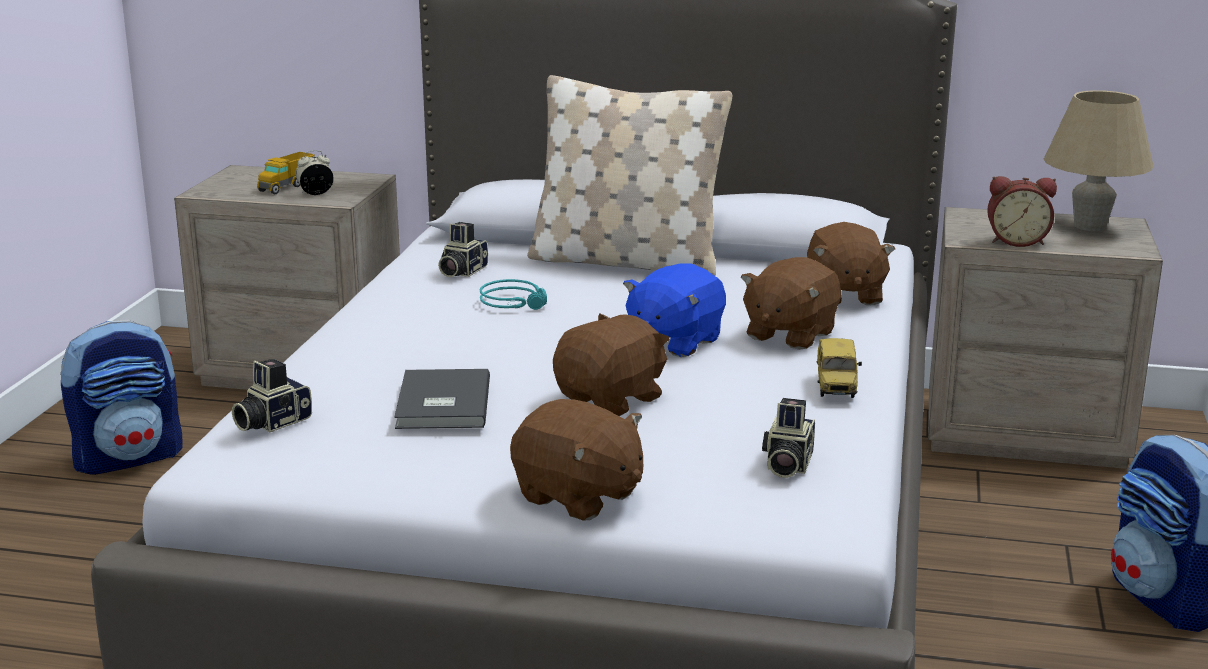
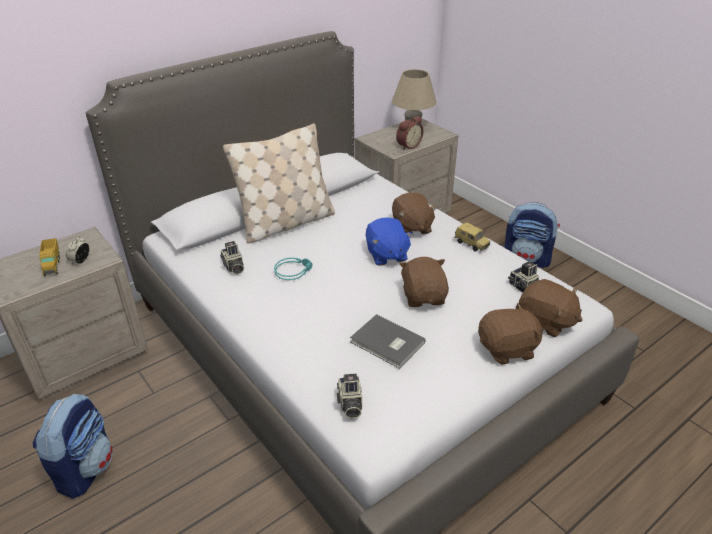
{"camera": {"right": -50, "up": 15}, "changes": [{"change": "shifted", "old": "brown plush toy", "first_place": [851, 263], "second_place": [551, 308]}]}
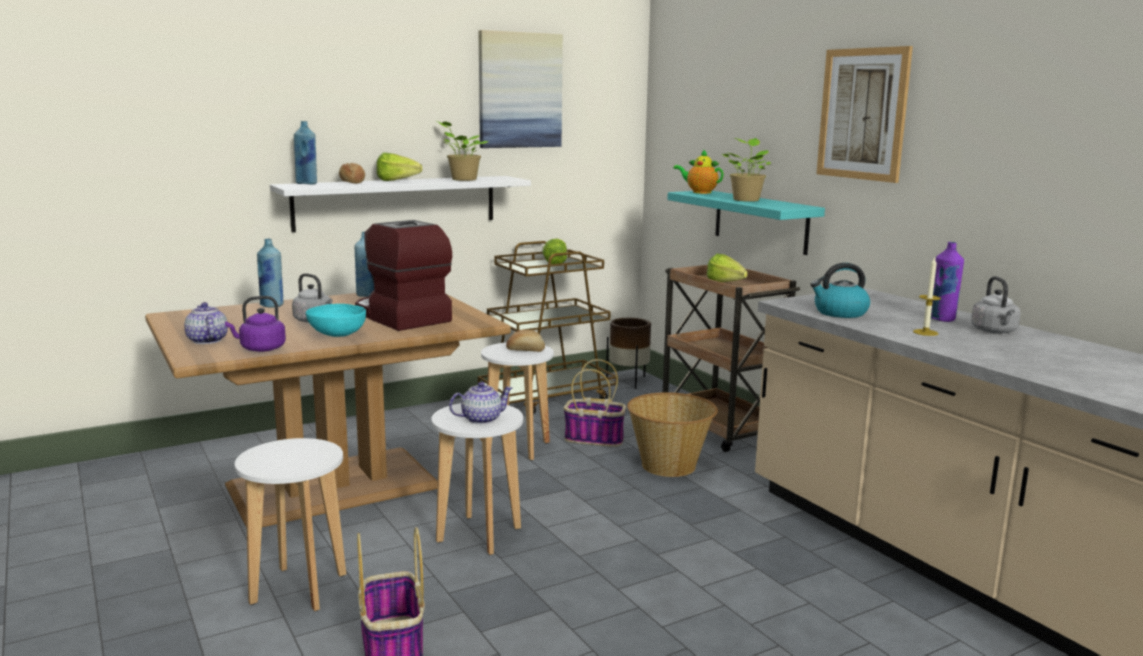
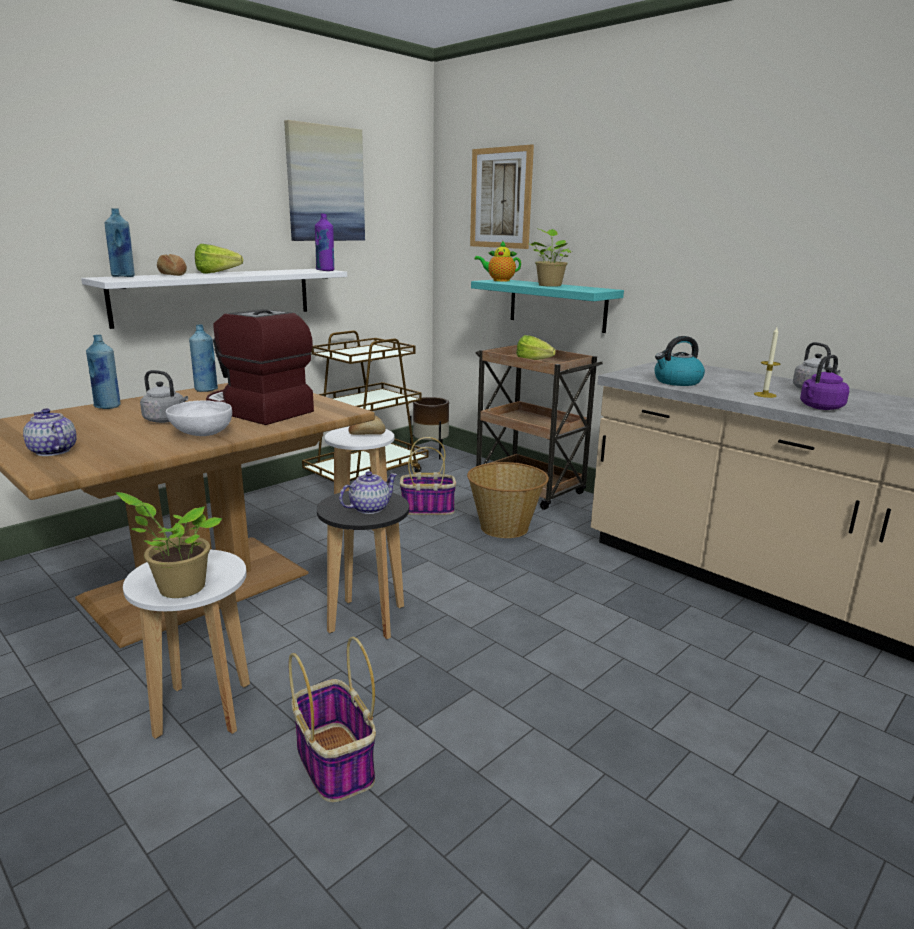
{"camera": {"right": -15, "up": 5}, "changes": [{"change": "shifted", "old": "purple kettle", "first_place": [255, 324], "second_place": [824, 382]}, {"change": "repainted", "old": "turquoise bowl", "new": "white bowl", "first_place": [336, 320], "second_place": [199, 418]}, {"change": "repainted", "old": "white stool", "new": "black stool", "first_place": [477, 479], "second_place": [363, 565]}, {"change": "shifted", "old": "potted plant", "first_place": [463, 151], "second_place": [169, 545]}, {"change": "gone", "old": "lettuce", "first_place": [554, 251]}, {"change": "shifted", "old": "picture", "first_place": [865, 114], "second_place": [502, 196]}, {"change": "shifted", "old": "purple bottle", "first_place": [947, 282], "second_place": [324, 242]}]}
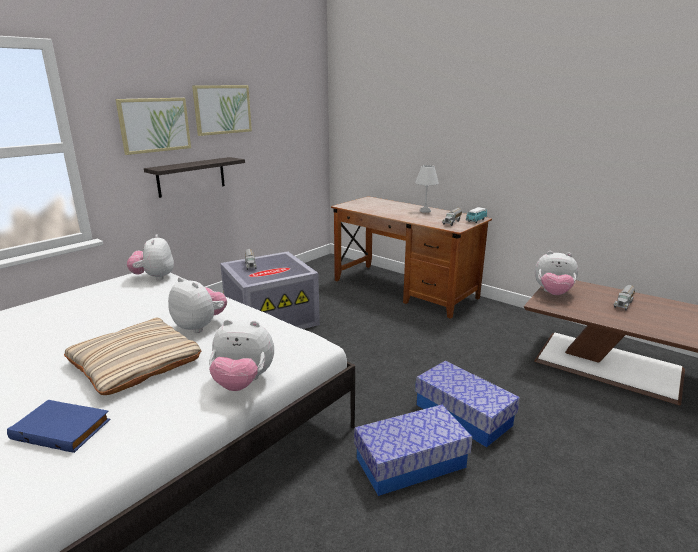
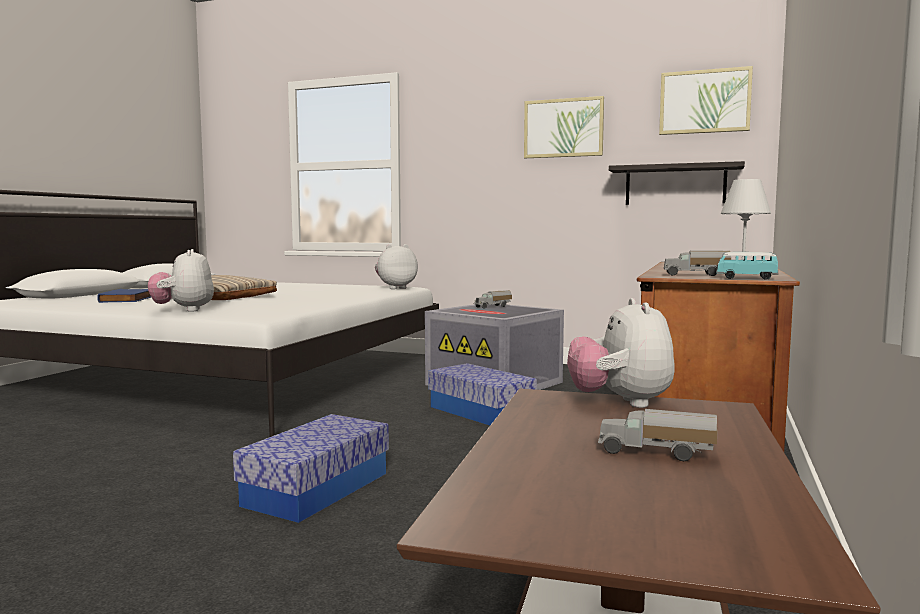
{"camera": {"right": 70, "up": -15}, "changes": [{"change": "shifted", "old": "picture", "first_place": [153, 126], "second_place": [706, 100]}, {"change": "shifted", "old": "shelf", "first_place": [194, 177], "second_place": [677, 183]}, {"change": "gone", "old": "plush toy", "first_place": [197, 305]}, {"change": "shifted", "old": "storage box", "first_place": [413, 450], "second_place": [482, 394]}]}
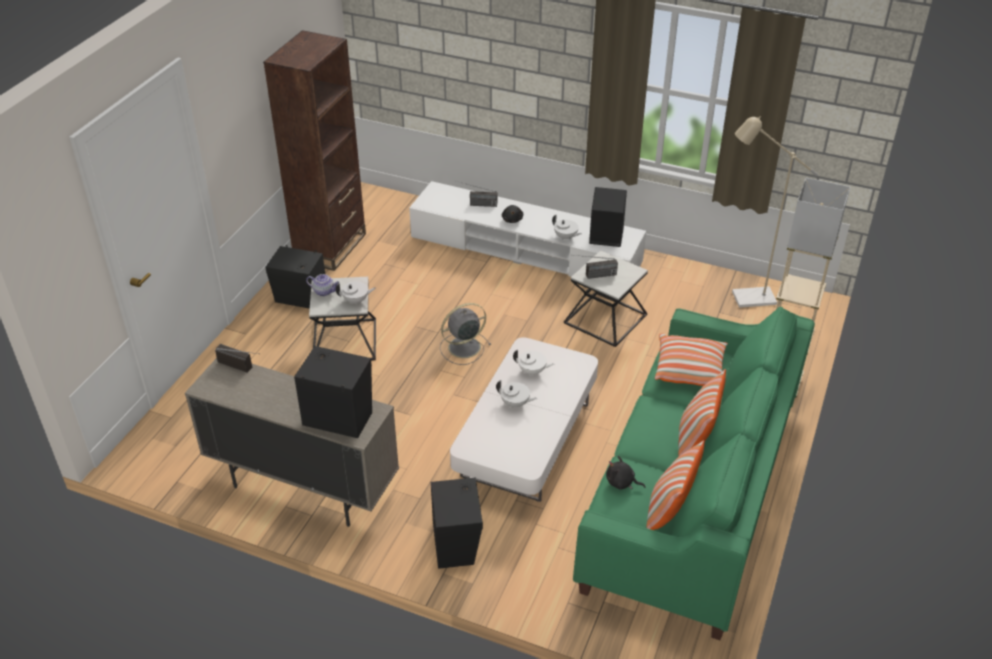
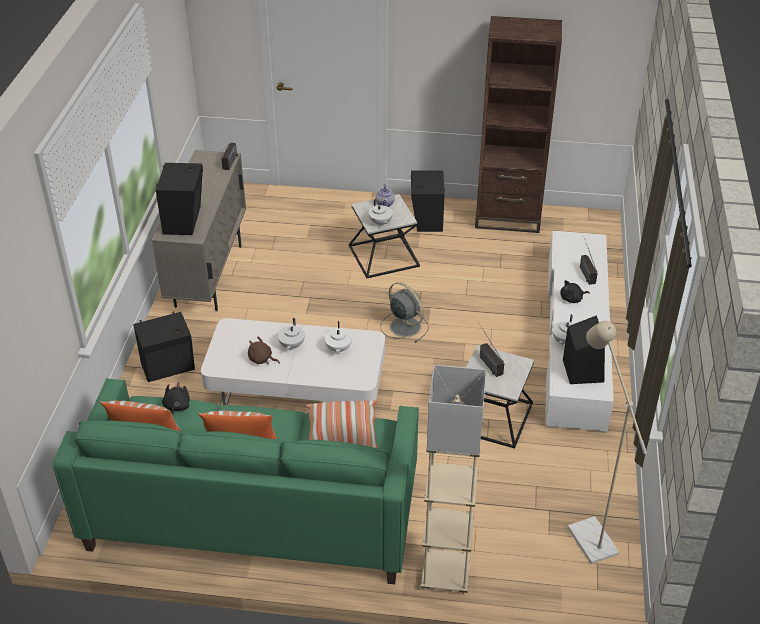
{"camera": {"right": 75, "up": 0}, "changes": [{"change": "new", "new": "brown plush toy", "second_place": [264, 351]}]}
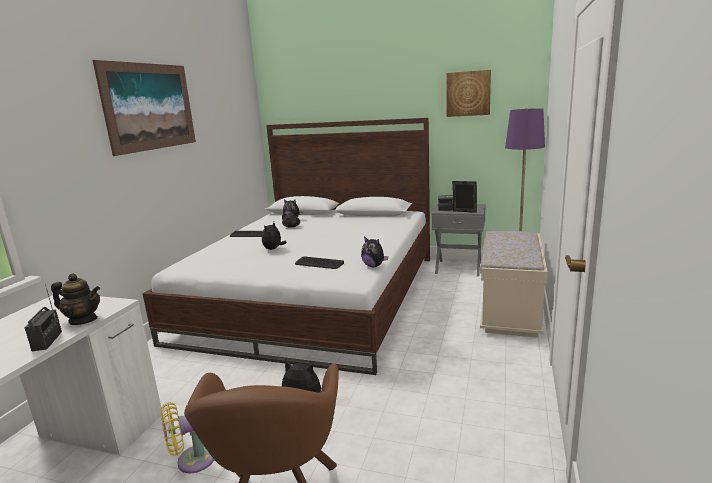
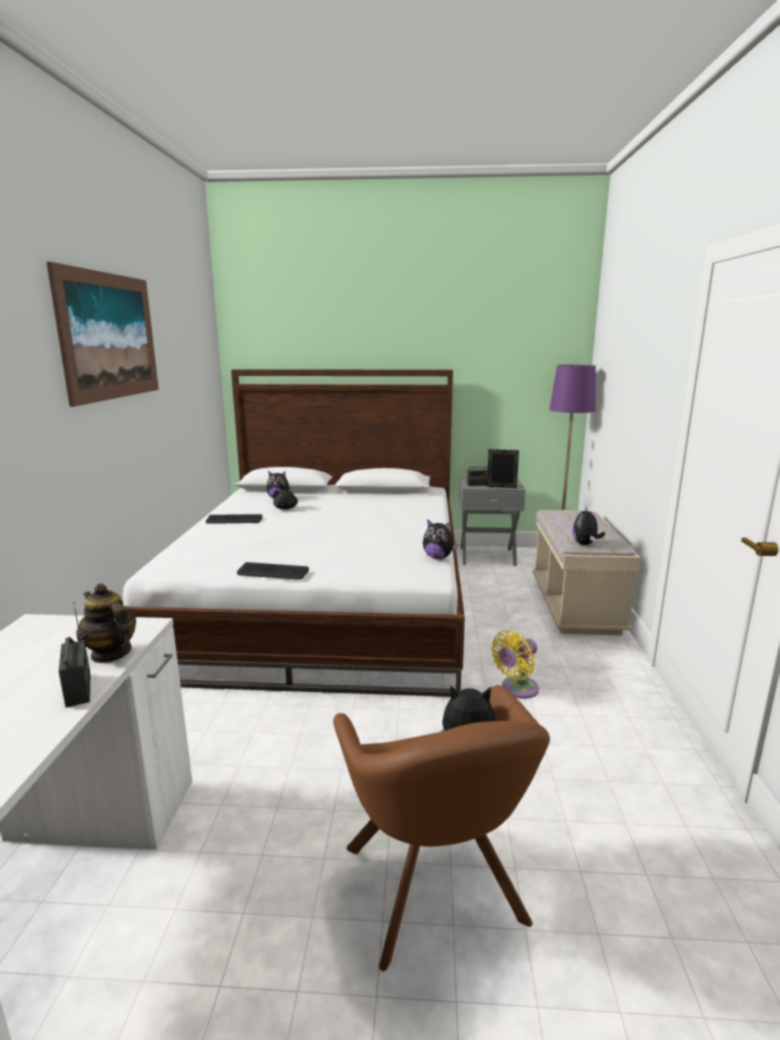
{"camera": {"right": -15, "up": 0}, "changes": [{"change": "rotated", "old": "teapot", "first_place": [75, 299], "second_place": [106, 623], "degrees": -135}, {"change": "shifted", "old": "yellow fan", "first_place": [187, 437], "second_place": [515, 664]}, {"change": "shifted", "old": "plush toy", "first_place": [274, 236], "second_place": [588, 526]}, {"change": "shifted", "old": "keyboard", "first_place": [319, 262], "second_place": [273, 570]}, {"change": "gone", "old": "picture", "first_place": [468, 93]}]}
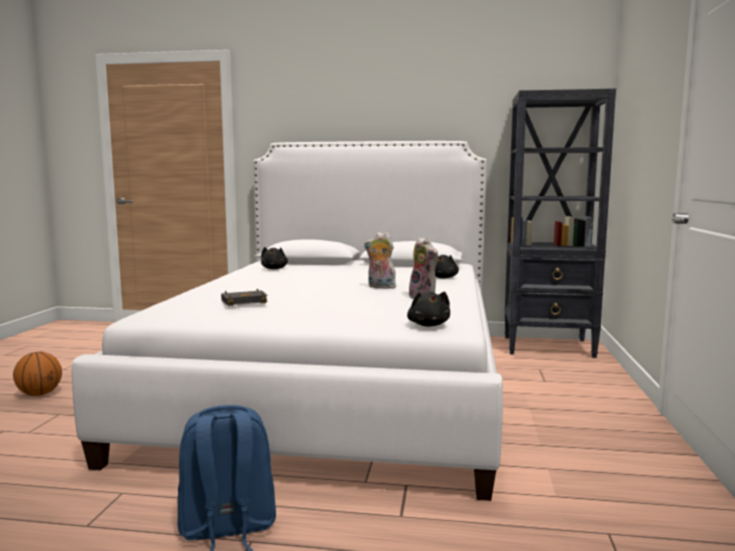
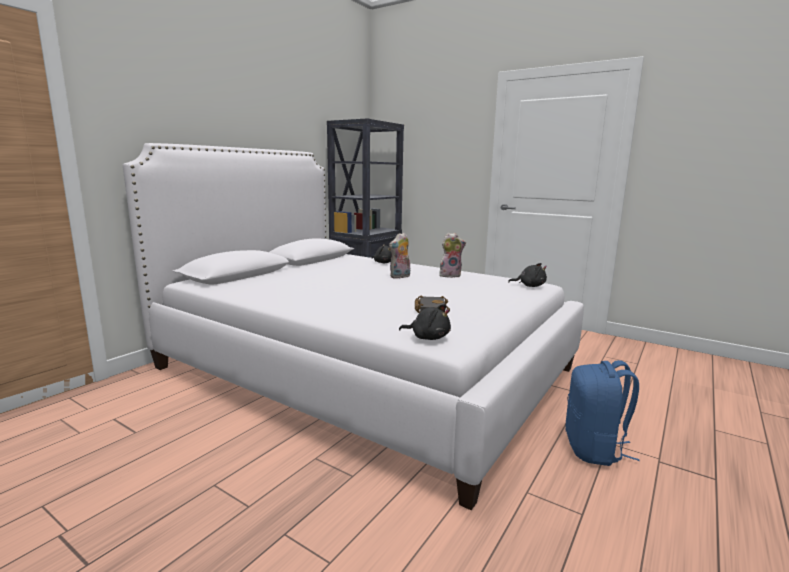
{"camera": {"right": -65, "up": 5}, "changes": [{"change": "gone", "old": "basketball", "first_place": [37, 374]}, {"change": "shifted", "old": "black plush toy", "first_place": [274, 258], "second_place": [425, 322]}]}
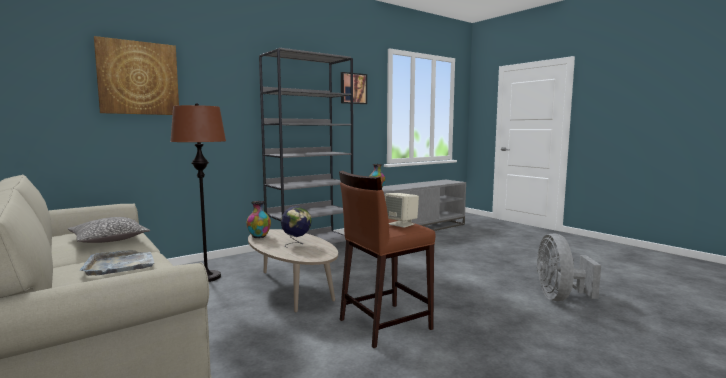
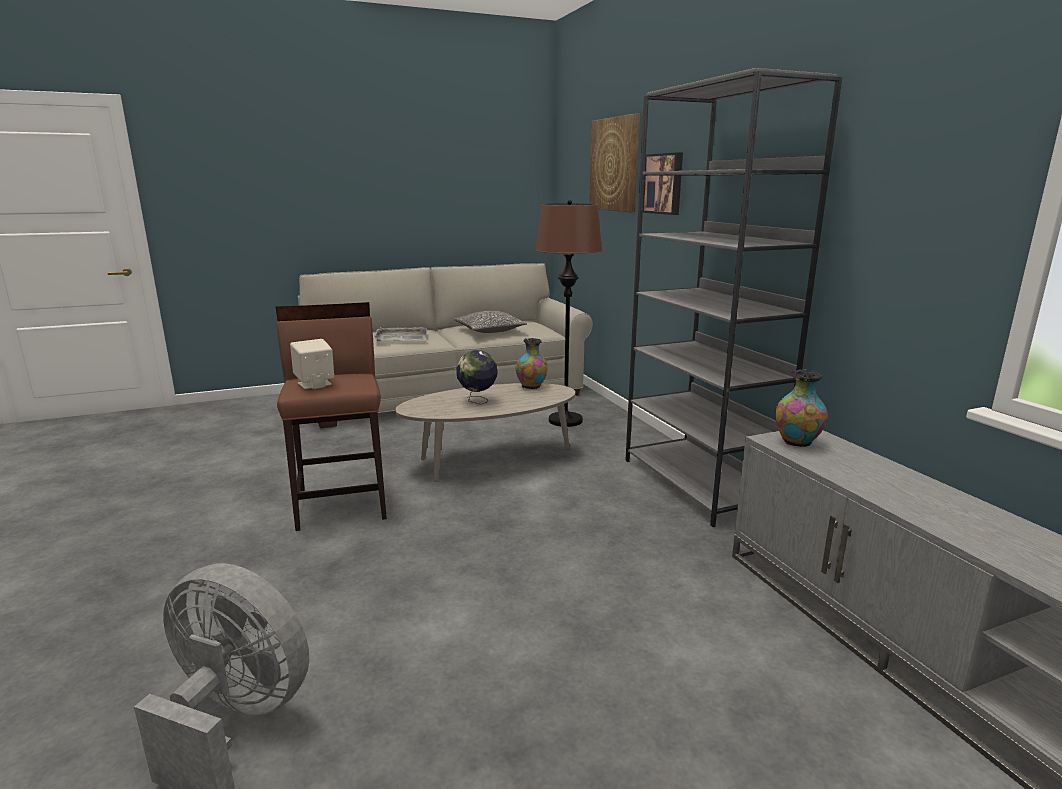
{"camera": {"right": 105, "up": 10}, "changes": [{"change": "shifted", "old": "picture", "first_place": [354, 88], "second_place": [663, 183]}]}
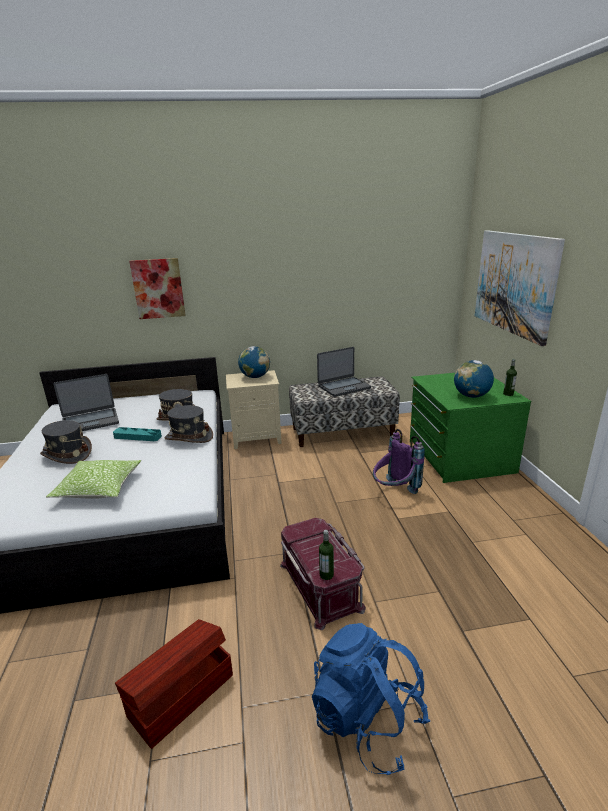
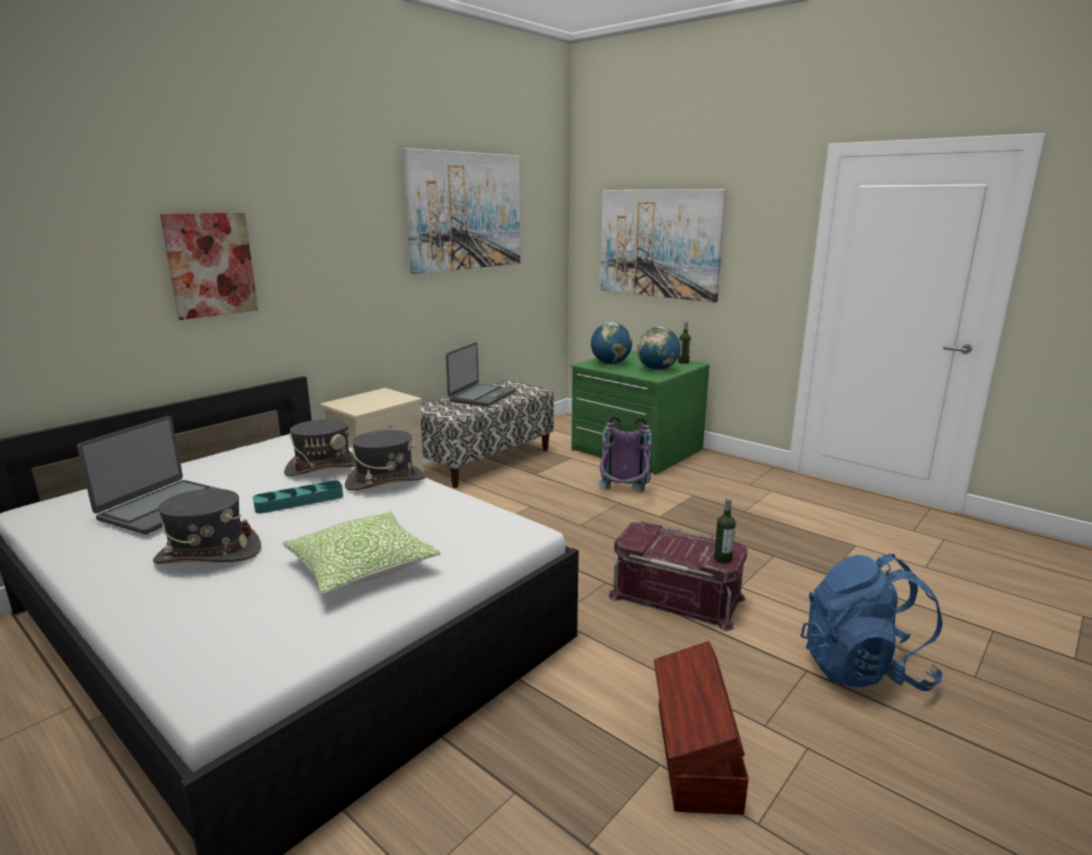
{"camera": {"right": -40, "up": -5}, "changes": [{"change": "shifted", "old": "globe", "first_place": [254, 362], "second_place": [611, 343]}, {"change": "new", "new": "picture", "second_place": [461, 211]}]}
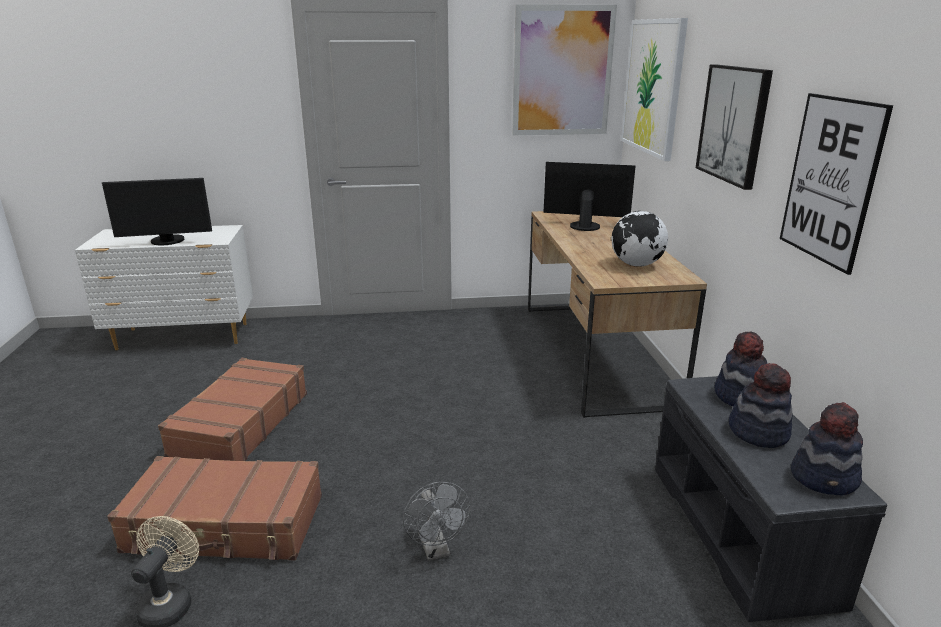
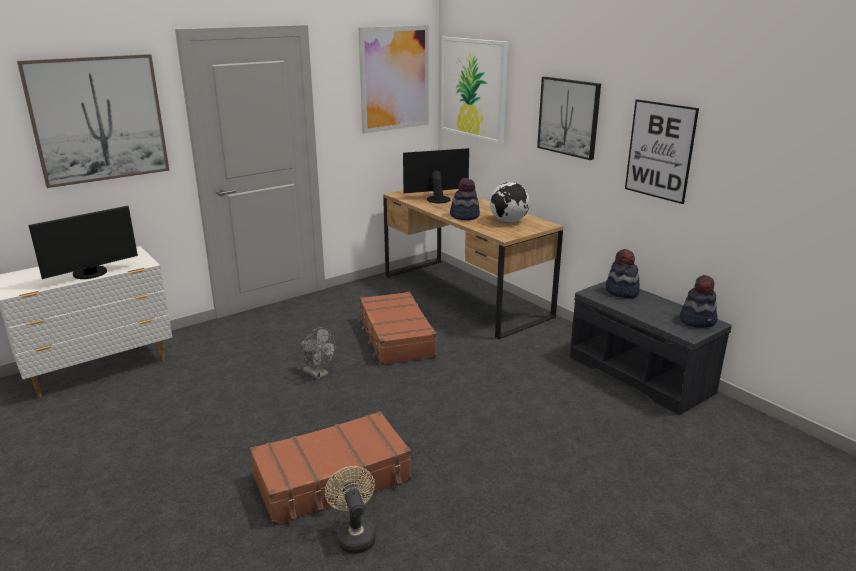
{"camera": {"right": -30, "up": 0}, "changes": [{"change": "shifted", "old": "brown suitcase", "first_place": [232, 409], "second_place": [397, 328]}, {"change": "shifted", "old": "grey fan", "first_place": [436, 521], "second_place": [318, 353]}, {"change": "shifted", "old": "hat", "first_place": [761, 405], "second_place": [465, 199]}, {"change": "new", "new": "picture", "second_place": [93, 121]}]}
